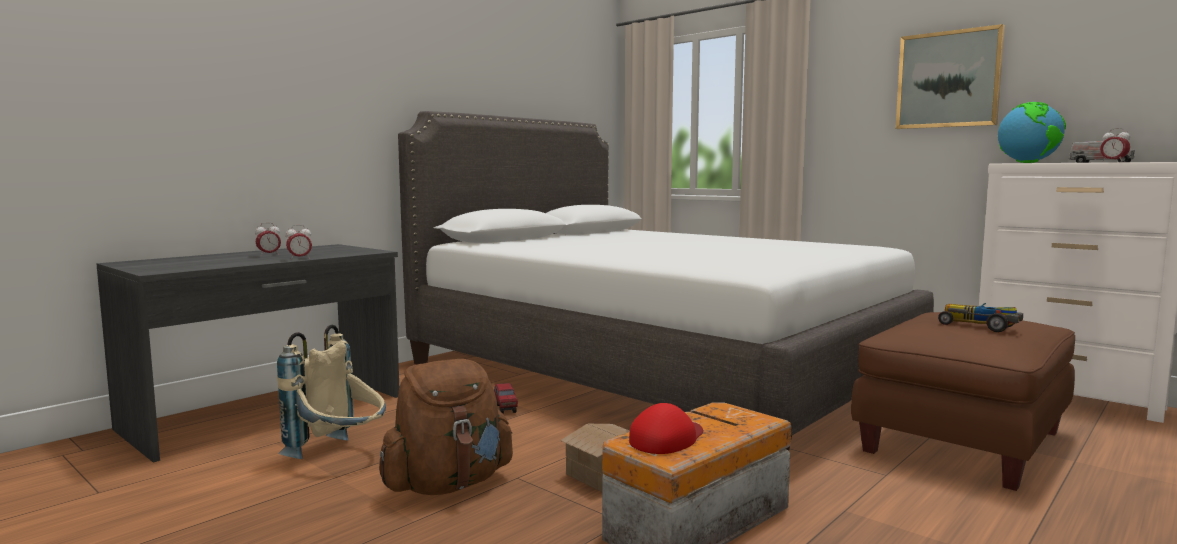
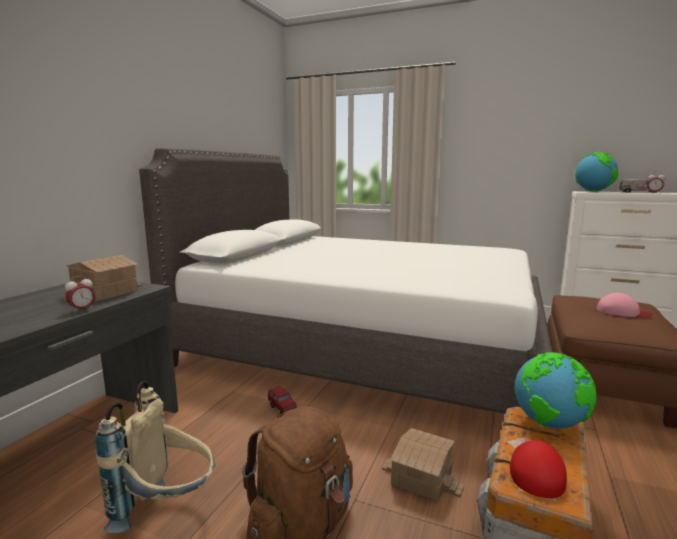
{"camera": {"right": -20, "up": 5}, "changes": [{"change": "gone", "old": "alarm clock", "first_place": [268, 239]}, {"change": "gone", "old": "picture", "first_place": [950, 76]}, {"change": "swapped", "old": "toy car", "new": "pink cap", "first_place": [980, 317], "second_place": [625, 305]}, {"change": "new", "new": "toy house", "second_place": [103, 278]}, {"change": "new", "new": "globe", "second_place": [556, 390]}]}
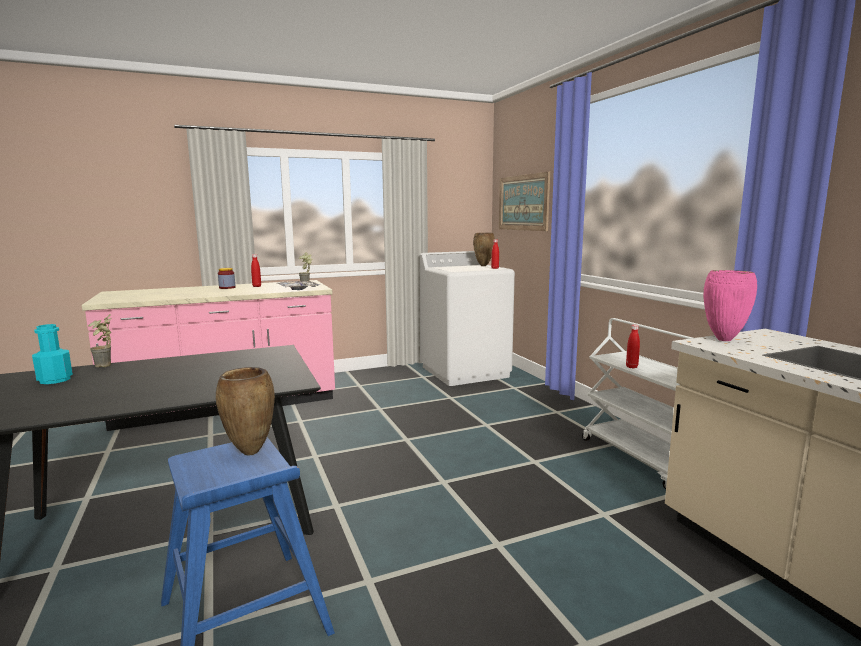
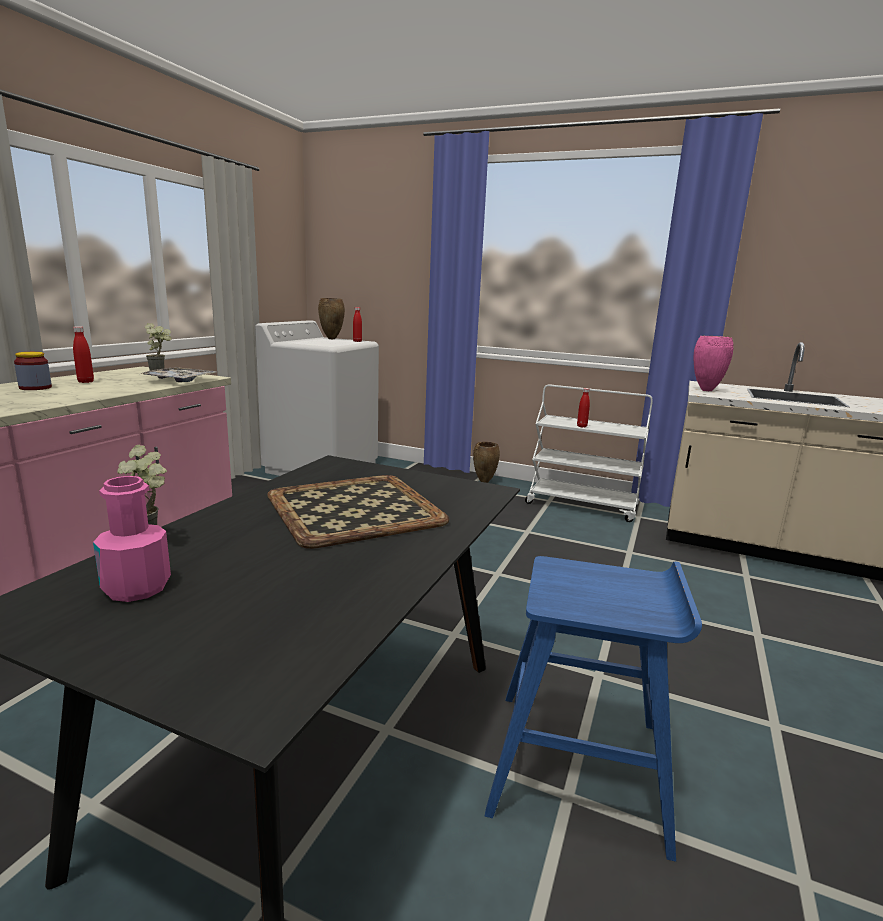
{"camera": {"right": -45, "up": 5}, "changes": [{"change": "repainted", "old": "turquoise bottle", "new": "pink bottle", "first_place": [52, 354], "second_place": [132, 539]}, {"change": "shifted", "old": "brown vase", "first_place": [245, 411], "second_place": [486, 462]}, {"change": "gone", "old": "picture", "first_place": [524, 201]}, {"change": "new", "new": "tray", "second_place": [358, 512]}]}
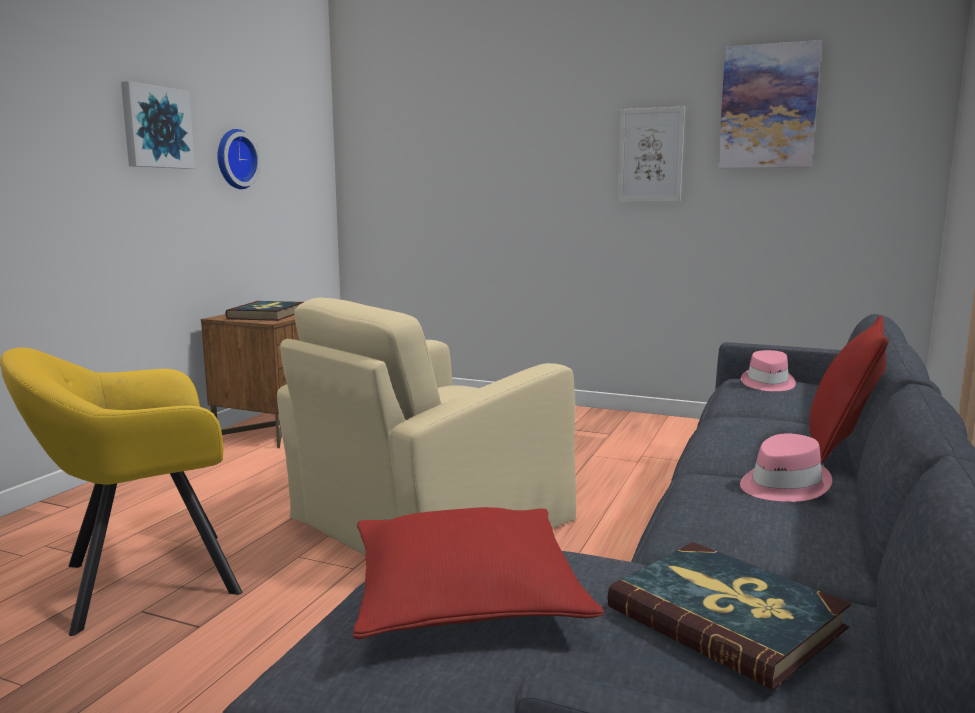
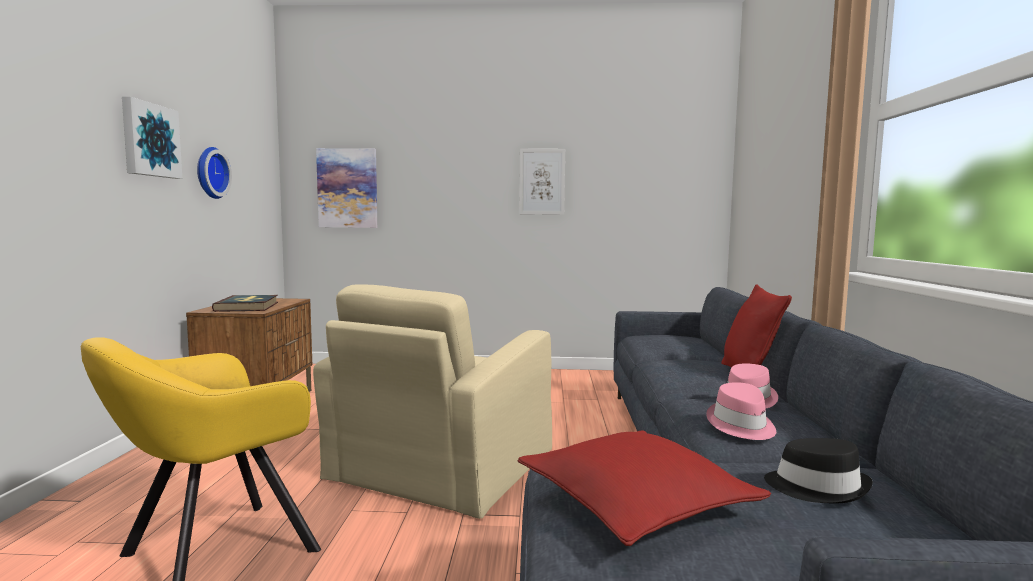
{"camera": {"right": -20, "up": -5}, "changes": [{"change": "swapped", "old": "book", "new": "black hat", "first_place": [729, 616], "second_place": [818, 470]}, {"change": "shifted", "old": "picture", "first_place": [770, 104], "second_place": [346, 188]}, {"change": "shifted", "old": "pink hat", "first_place": [768, 370], "second_place": [741, 411]}]}
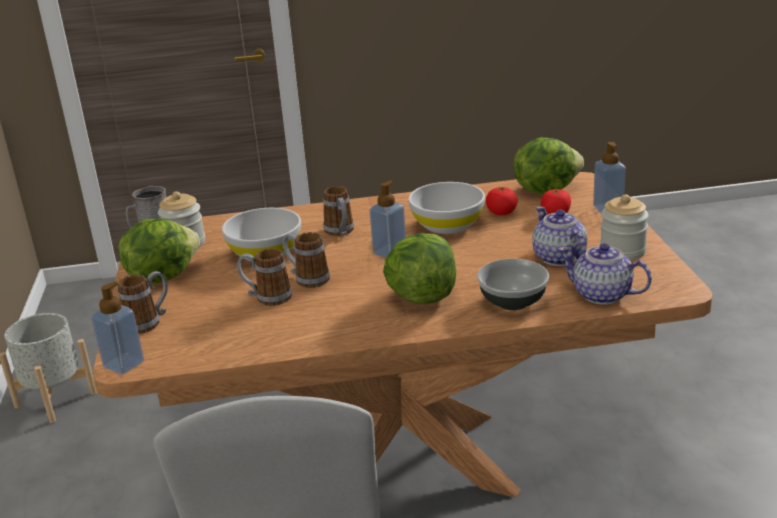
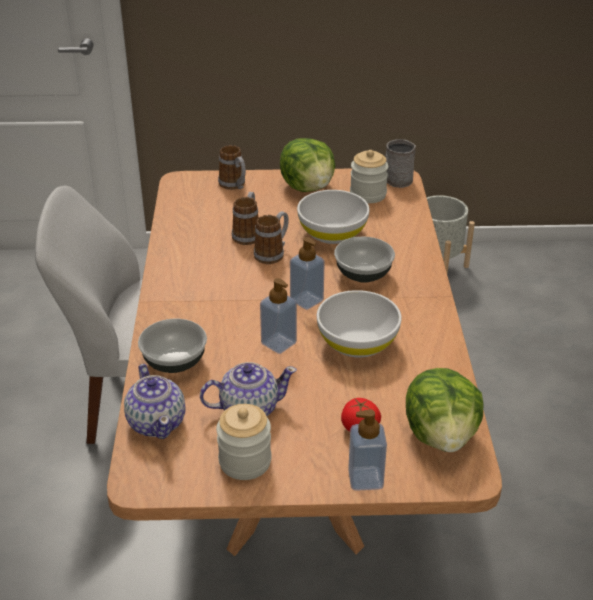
{"camera": {"right": 95, "up": 10}, "changes": [{"change": "shifted", "old": "soap dispenser", "first_place": [117, 328], "second_place": [278, 316]}, {"change": "swapped", "old": "mug", "new": "bowl", "first_place": [338, 211], "second_place": [364, 260]}, {"change": "gone", "old": "lettuce", "first_place": [419, 268]}, {"change": "gone", "old": "tomato", "first_place": [502, 201]}, {"change": "rotated", "old": "teapot", "first_place": [605, 273], "second_place": [155, 401], "degrees": 120}]}
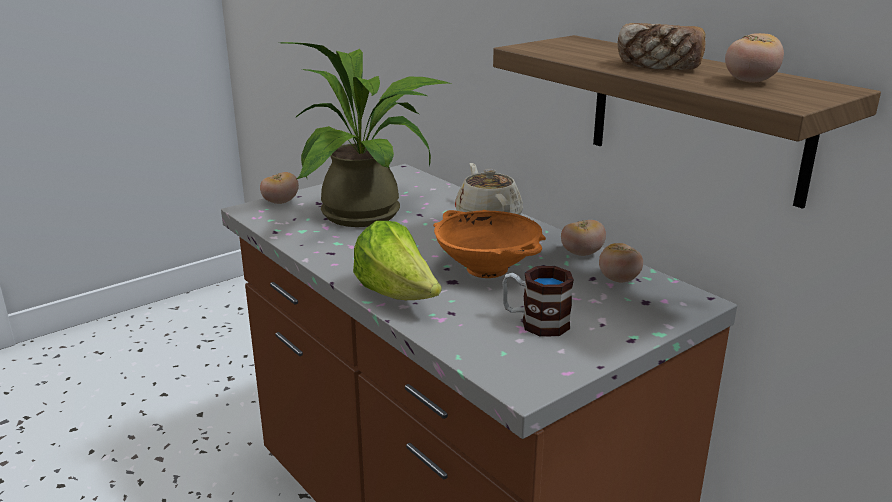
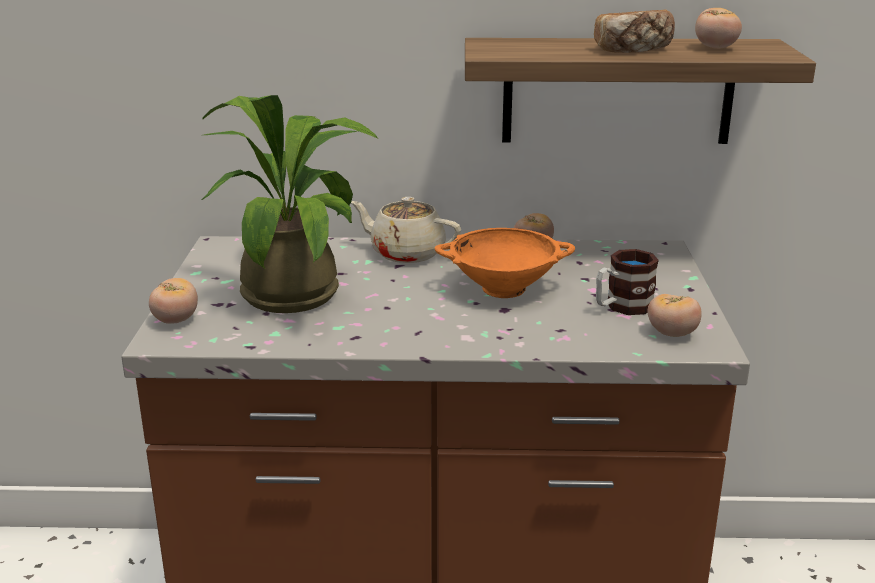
{"camera": {"right": -50, "up": 0}, "changes": [{"change": "gone", "old": "lettuce", "first_place": [397, 260]}, {"change": "shifted", "old": "tomato", "first_place": [621, 262], "second_place": [675, 315]}]}
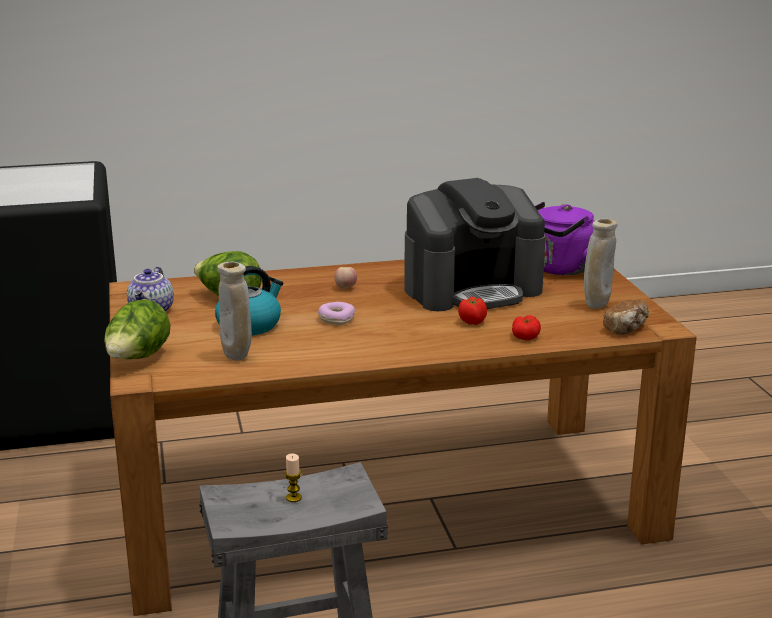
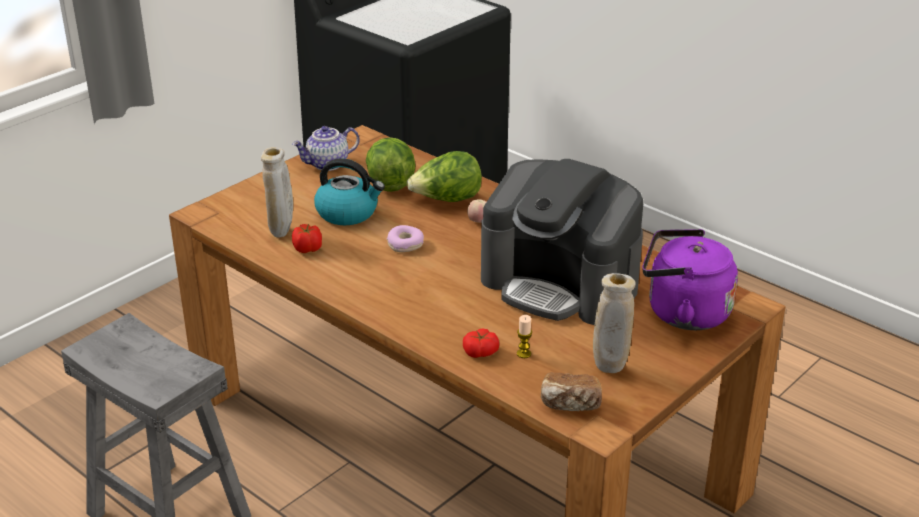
{"camera": {"right": 55, "up": 10}, "changes": [{"change": "shifted", "old": "lettuce", "first_place": [137, 329], "second_place": [444, 176]}, {"change": "shifted", "old": "candle", "first_place": [293, 477], "second_place": [524, 336]}, {"change": "shifted", "old": "tomato", "first_place": [472, 311], "second_place": [307, 238]}]}
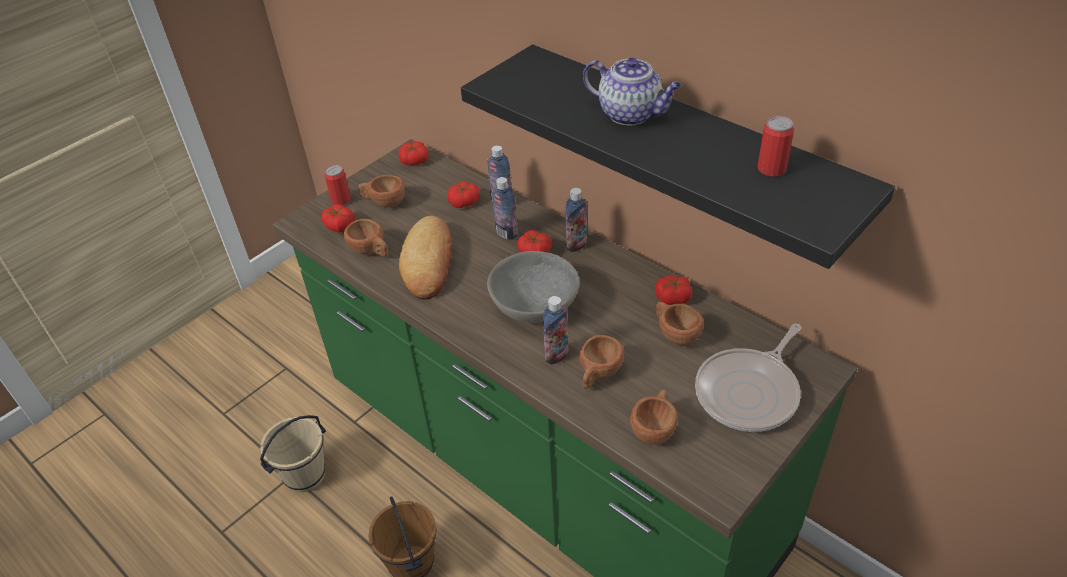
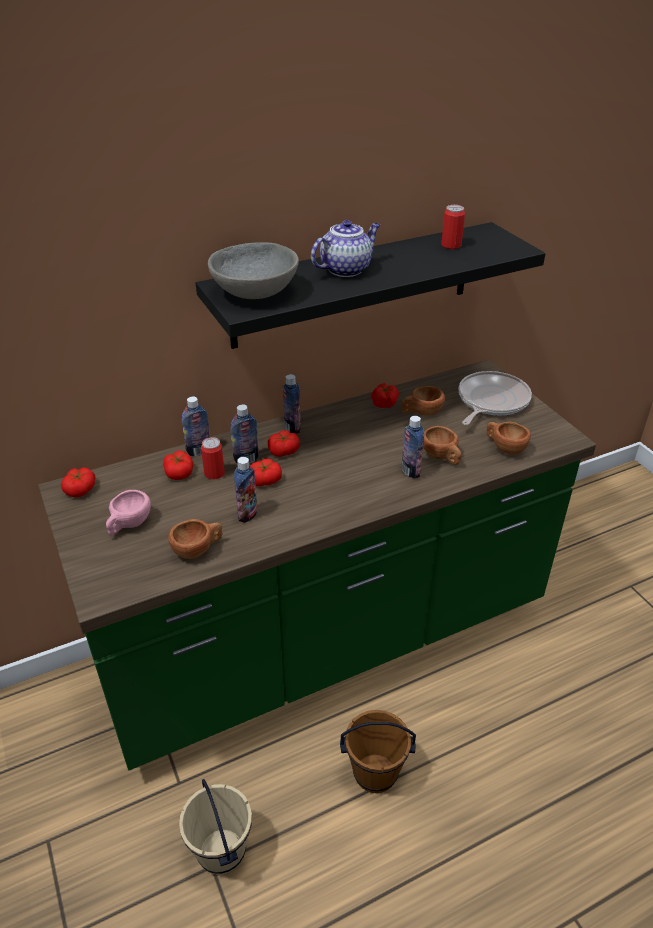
{"camera": {"right": -70, "up": -5}, "changes": [{"change": "shifted", "old": "tomato", "first_place": [338, 218], "second_place": [266, 472]}, {"change": "shifted", "old": "can", "first_place": [338, 185], "second_place": [213, 458]}, {"change": "repainted", "old": "brown cup", "new": "pink cup", "first_place": [382, 191], "second_place": [128, 512]}, {"change": "swapped", "old": "bread", "new": "bottle", "first_place": [425, 258], "second_place": [245, 490]}, {"change": "shifted", "old": "grey bowl", "first_place": [533, 287], "second_place": [253, 270]}, {"change": "rotated", "old": "frying pan", "first_place": [748, 377], "second_place": [495, 398], "degrees": -120}]}
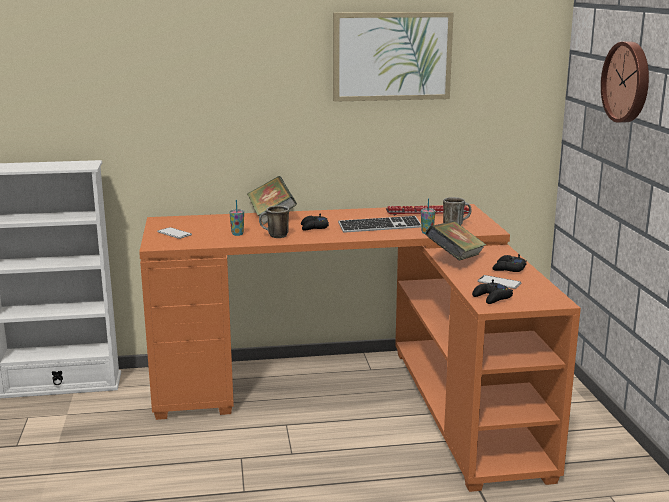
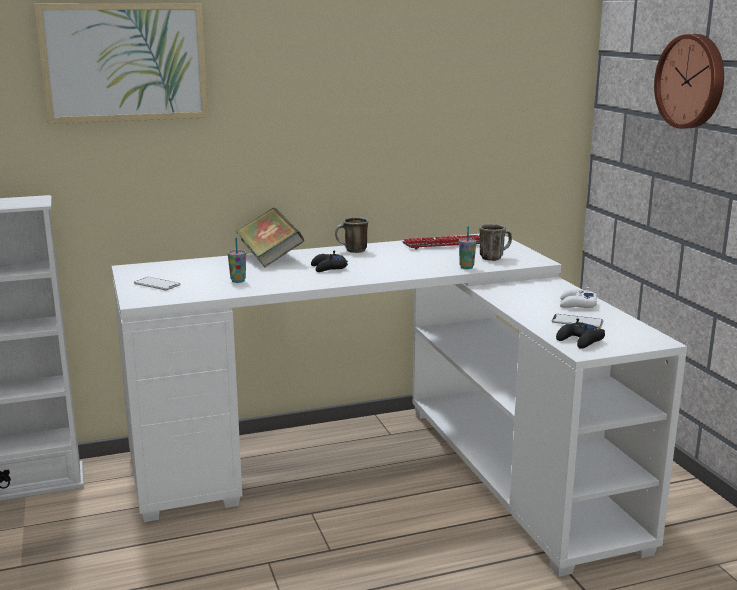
{"camera": {"right": -10, "up": 0}, "changes": [{"change": "repainted", "old": "orange desk", "new": "white desk", "first_place": [360, 348], "second_place": [399, 405]}, {"change": "shifted", "old": "mug", "first_place": [274, 222], "second_place": [352, 235]}, {"change": "shifted", "old": "picture", "first_place": [393, 57], "second_place": [121, 63]}, {"change": "gone", "old": "keyboard", "first_place": [379, 224]}, {"change": "gone", "old": "book", "first_place": [455, 241]}, {"change": "repainted", "old": "black game controller", "new": "white game controller", "first_place": [509, 263], "second_place": [578, 297]}]}
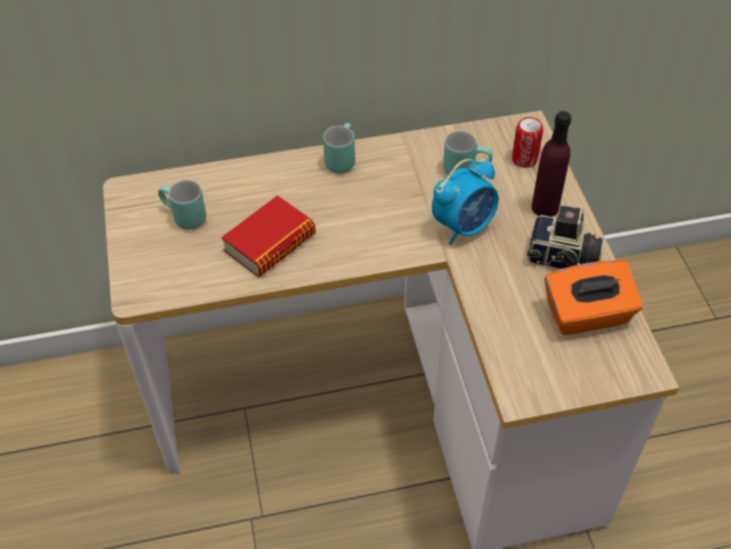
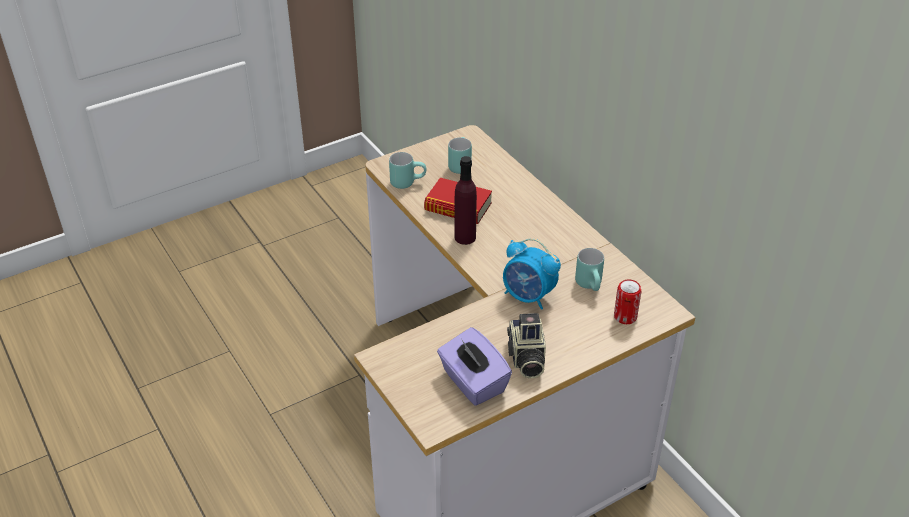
{"camera": {"right": 70, "up": -10}, "changes": [{"change": "shifted", "old": "turquoise mug", "first_place": [339, 148], "second_place": [408, 170]}, {"change": "shifted", "old": "purple bottle", "first_place": [551, 164], "second_place": [466, 200]}, {"change": "repainted", "old": "orange tissue box", "new": "purple tissue box", "first_place": [593, 297], "second_place": [474, 366]}]}
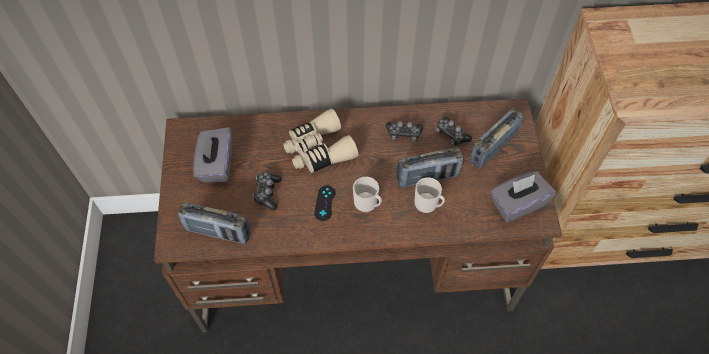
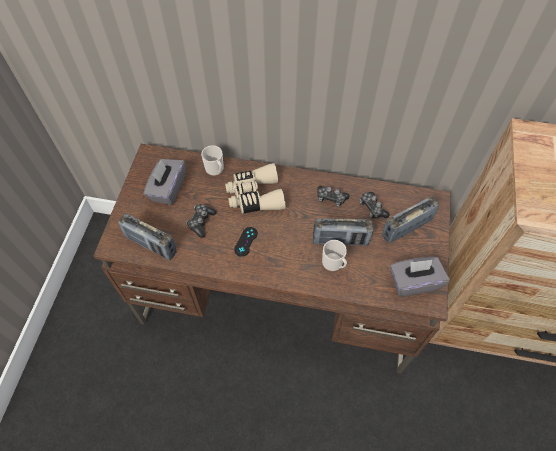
{"camera": {"right": 15, "up": 0}, "changes": [{"change": "shifted", "old": "mug", "first_place": [367, 194], "second_place": [212, 161]}]}
